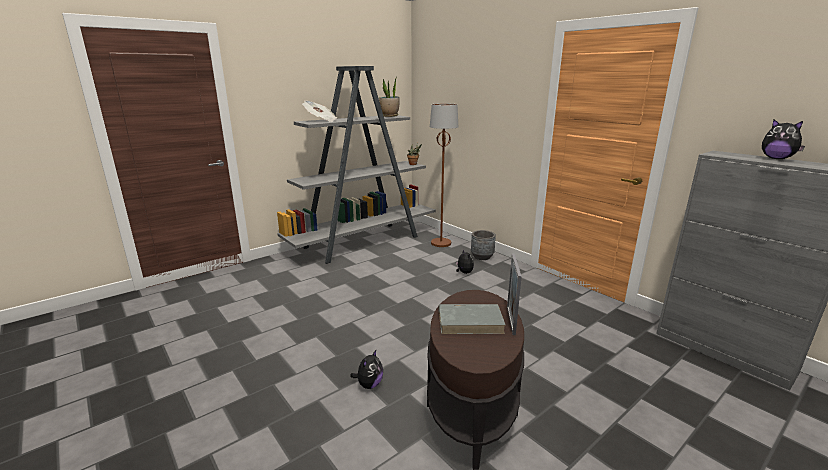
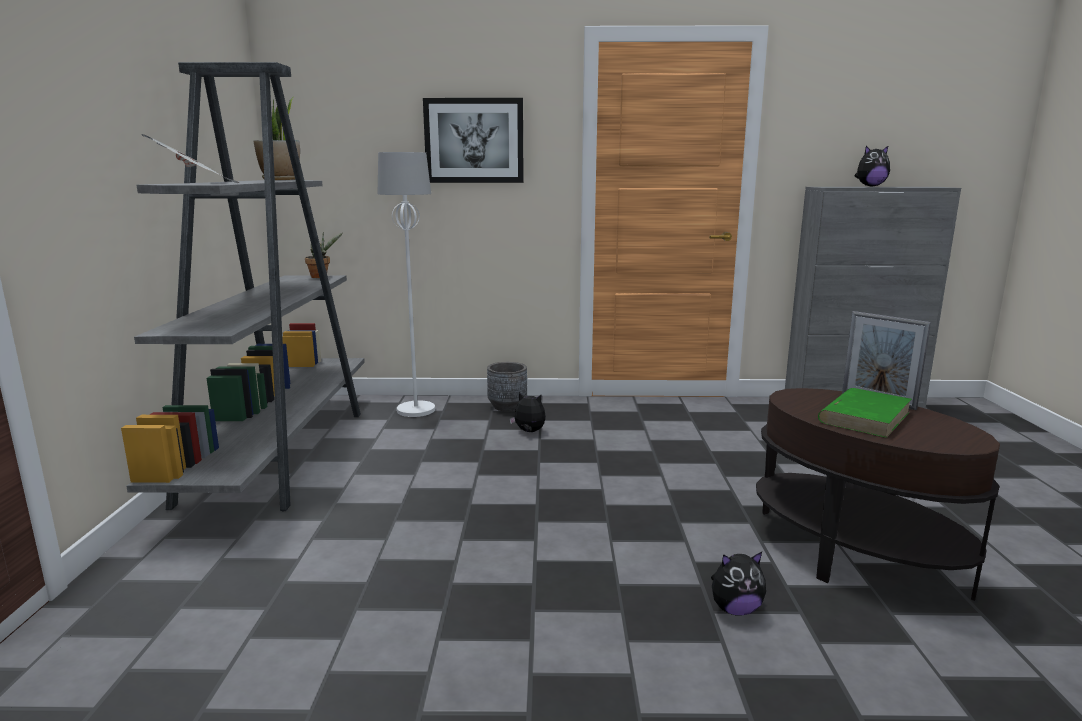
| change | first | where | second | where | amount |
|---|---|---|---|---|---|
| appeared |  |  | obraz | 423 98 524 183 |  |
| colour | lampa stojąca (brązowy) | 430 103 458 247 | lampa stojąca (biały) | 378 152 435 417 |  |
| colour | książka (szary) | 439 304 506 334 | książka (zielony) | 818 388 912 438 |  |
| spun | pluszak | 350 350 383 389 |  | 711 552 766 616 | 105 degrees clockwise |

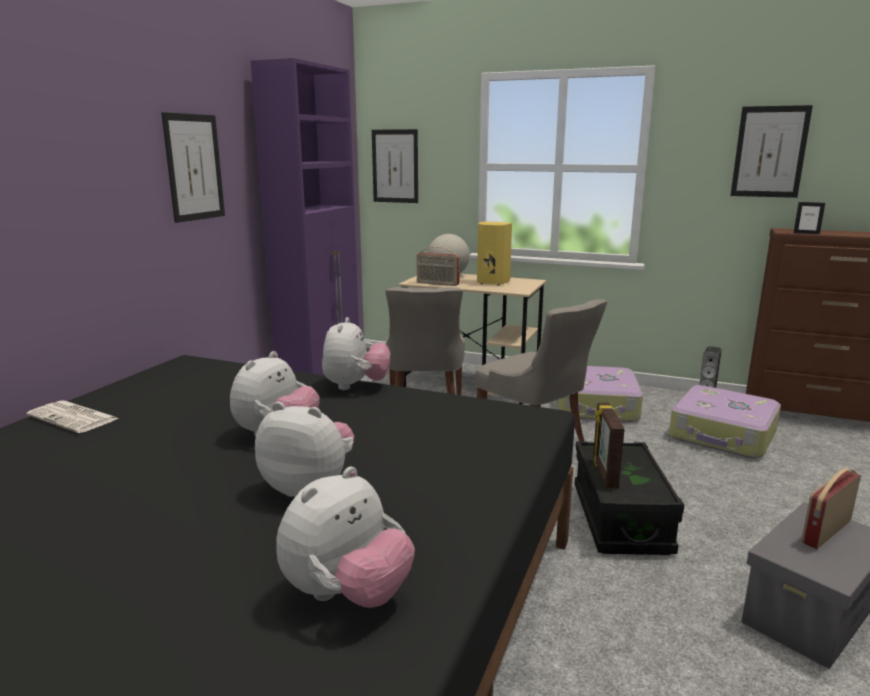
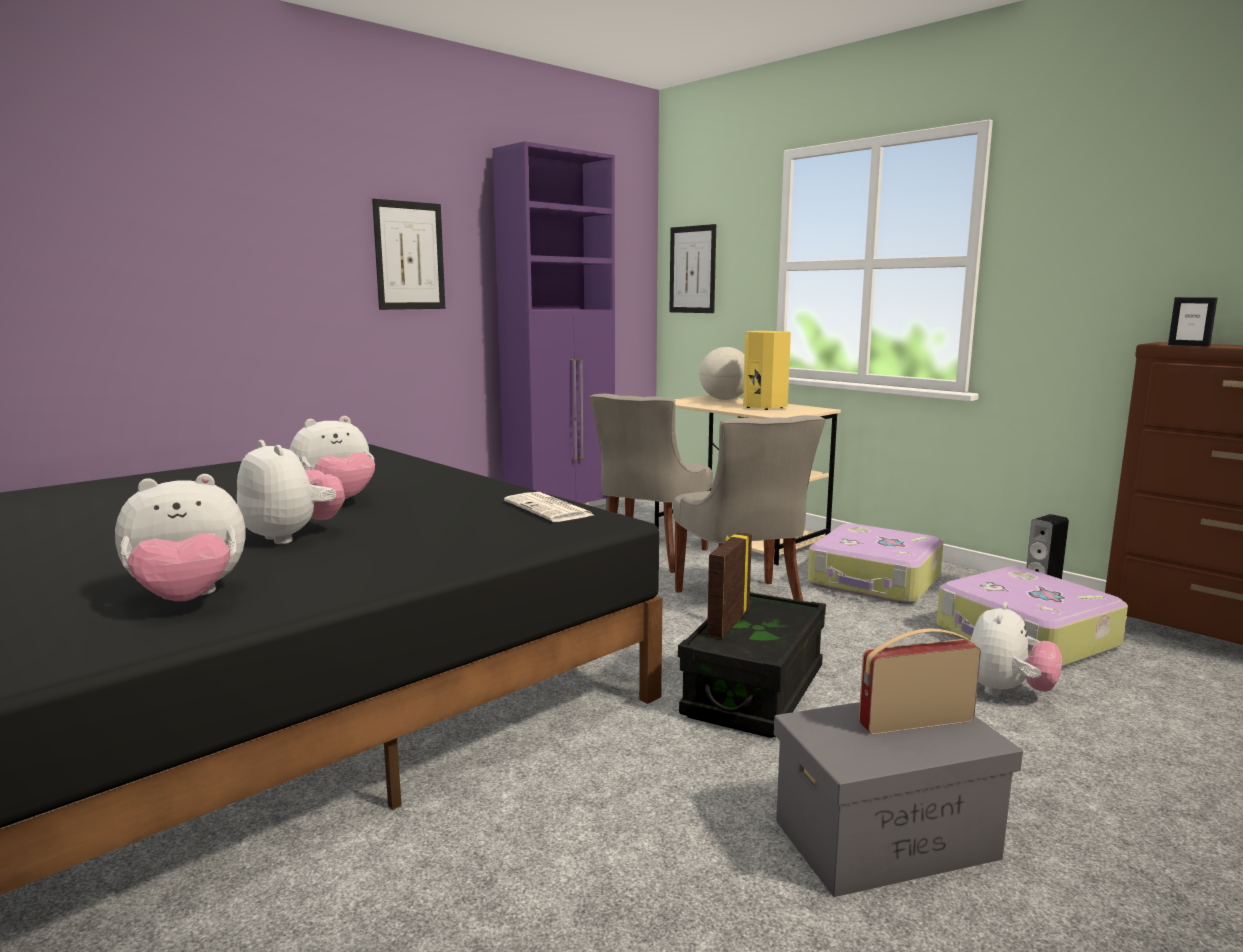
| change | first | where | second | where | amount |
|---|---|---|---|---|---|
| missing | radio | 417 247 460 286 |  |  |  |
| missing | obraz | 730 105 813 198 |  |  |  |
| relocated | gazeta | 26 400 119 433 |  | 504 492 594 522 |  |
| relocated | pluszak | 322 317 390 390 |  | 971 602 1062 696 |  |

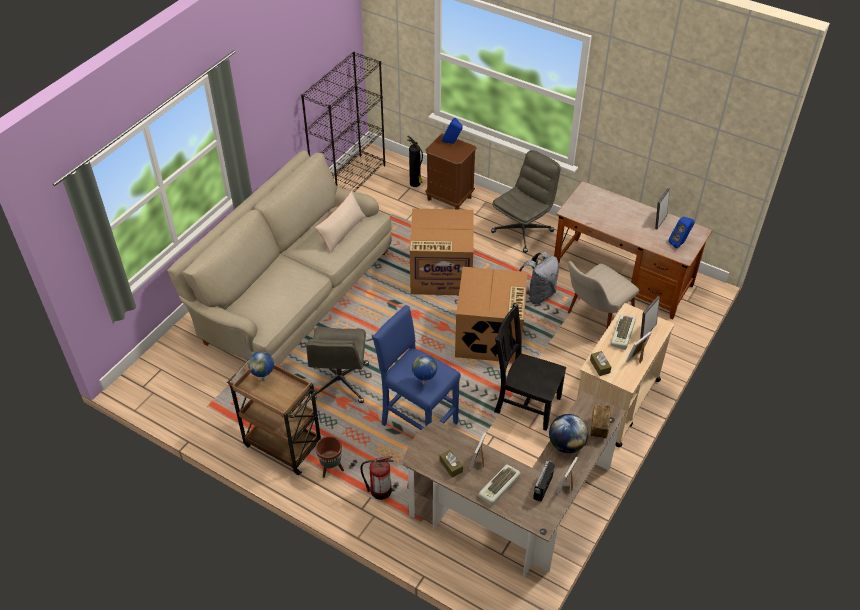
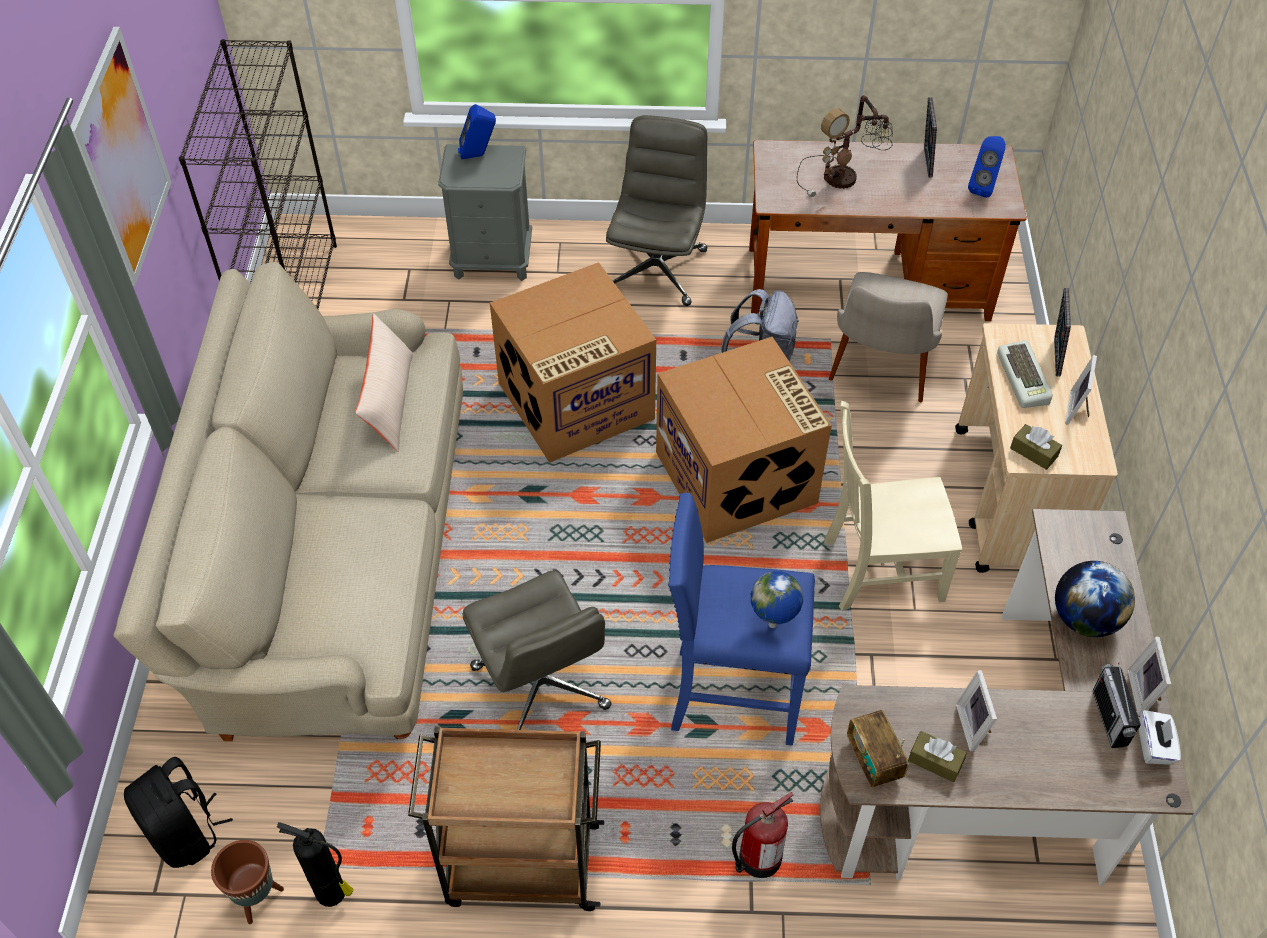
| change | first | where | second | where | amount |
|---|---|---|---|---|---|
| missing | globus | 248 352 274 382 |  |  |  |
| missing | klawiatura | 479 464 521 506 |  |  |  |
| appeared |  |  | obraz | 70 27 172 286 |  |
| appeared |  |  | plecak (czarny) | 124 757 233 868 |  |
| appeared |  |  | lampa stołowa | 797 95 893 197 |  |
| appeared |  |  | pudełko chusteczek (biały) | 1139 710 1181 765 |  |
| relocated | donica (brązowy) | 316 436 344 478 |  | 211 840 284 924 |  |
| relocated | gaśnica | 407 136 423 187 |  | 277 822 353 907 |  |
| relocated | radio | 590 404 611 439 |  | 847 710 908 787 |  |
| colour | szafka nocna (brązowy) | 425 134 477 209 | szafka nocna (szary) | 438 144 532 281 |  |
| colour | krzesło (czarny) | 494 303 566 431 | krzesło (beżowy) | 824 401 962 611 |  |

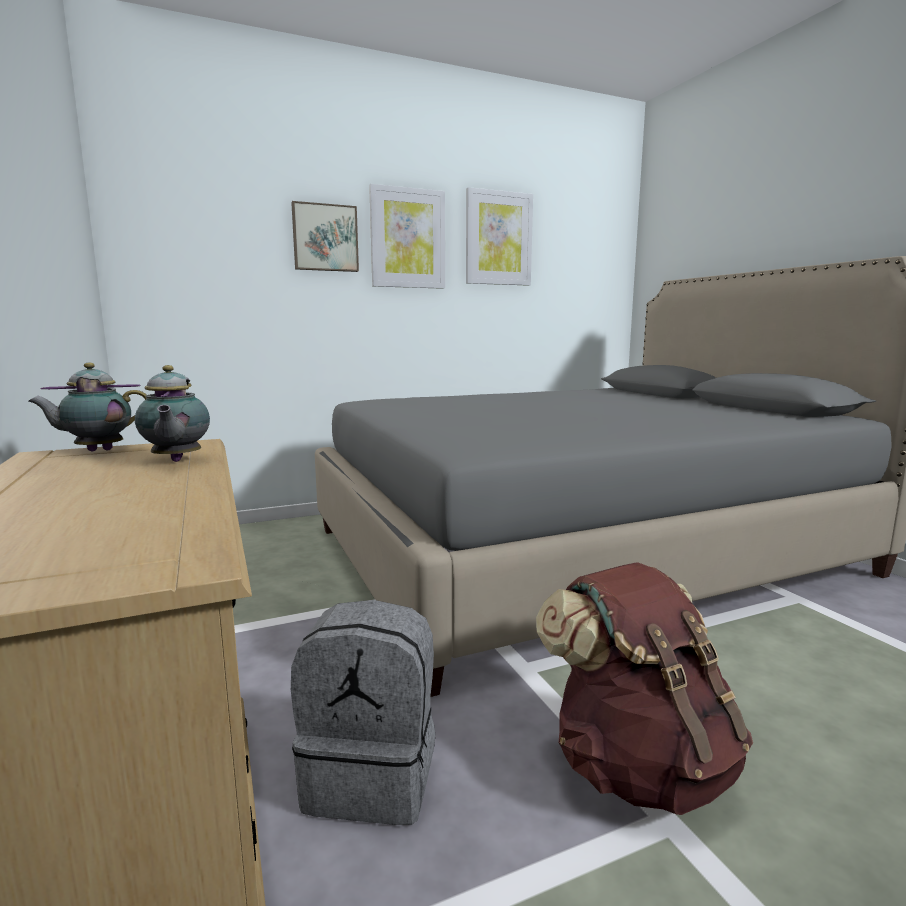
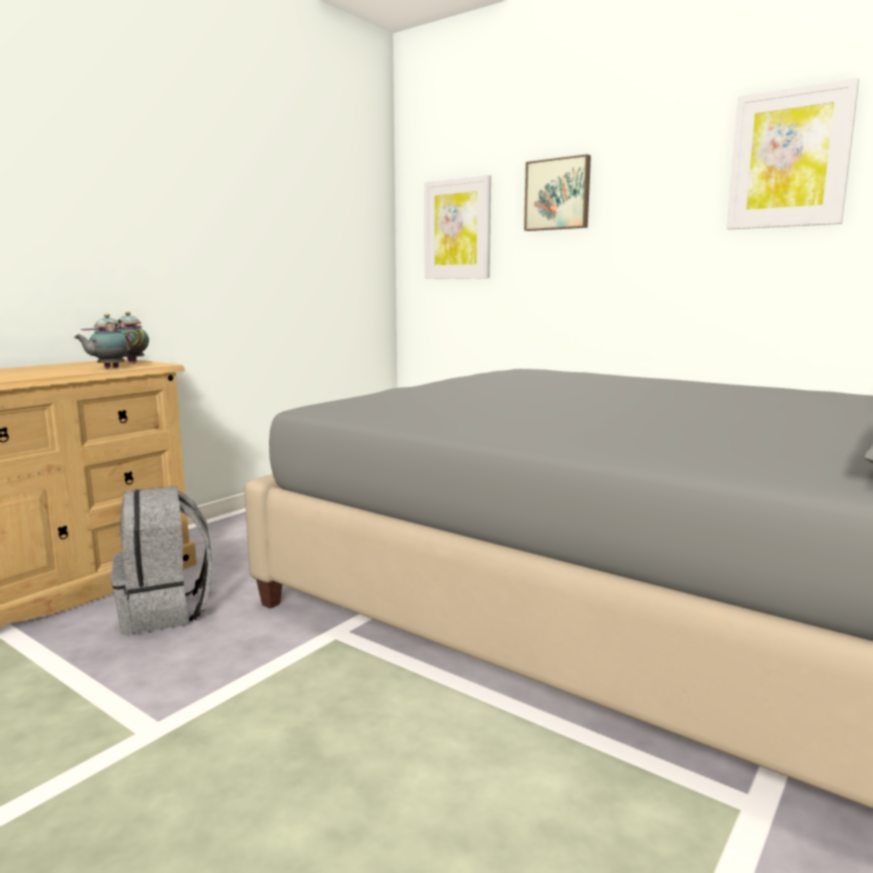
| change | first | where | second | where | amount |
|---|---|---|---|---|---|
| missing | plecak (brązowy) | 536 562 753 815 |  |  |  |
| relocated | obraz | 369 184 445 289 |  | 424 175 491 279 |  |

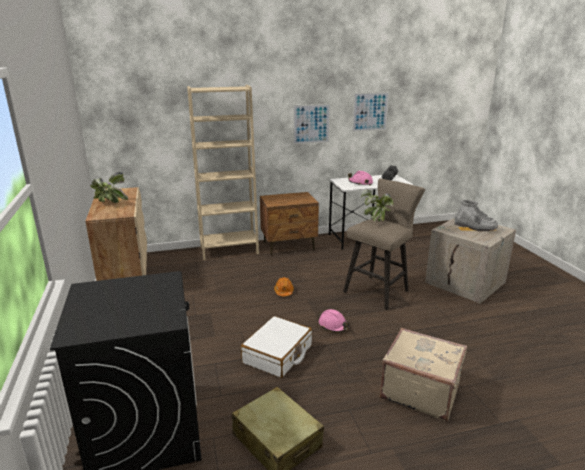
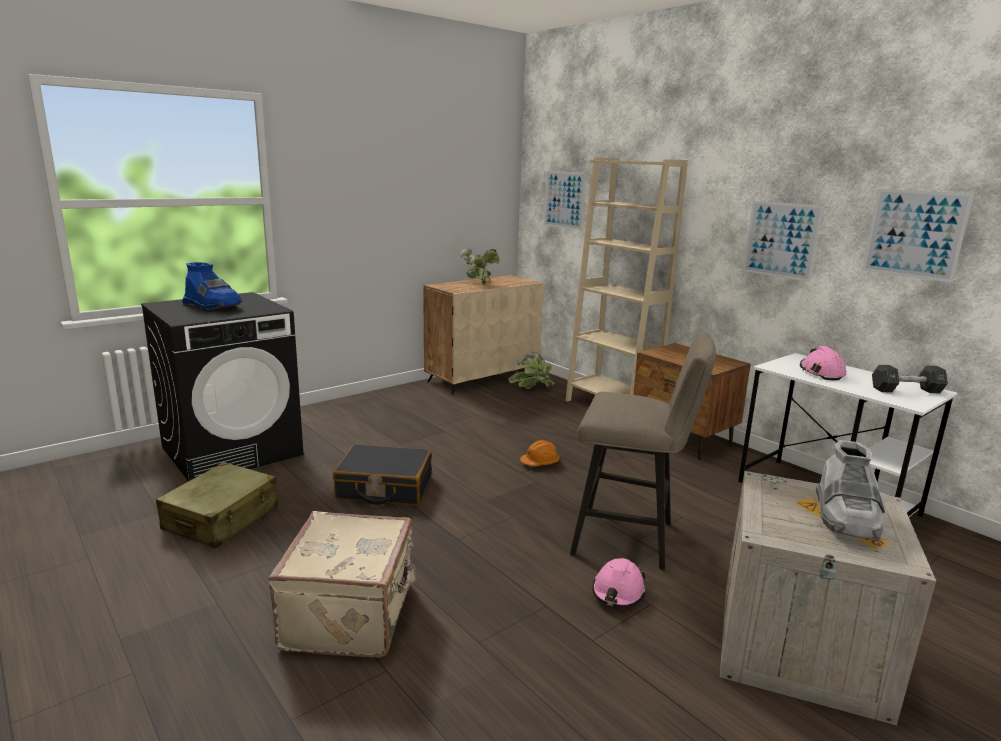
| change | first | where | second | where | amount |
|---|---|---|---|---|---|
| appeared |  |  | but z cholewką (niebieski) | 182 262 242 310 |  |
| appeared |  |  | obraz | 544 171 586 230 |  |
| relocated | kask (różowy) | 319 309 349 332 |  | 592 558 646 608 |  |
| relocated | roślina doniczkowa | 361 190 393 222 |  | 508 352 555 389 |  |
| colour | walizka (biały) | 241 316 312 378 | walizka (czarny) | 333 444 432 505 |  |

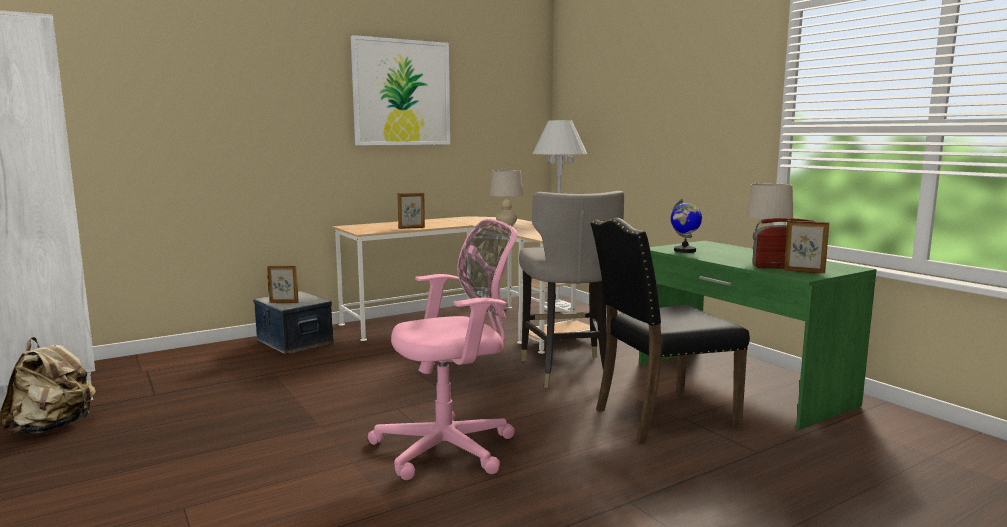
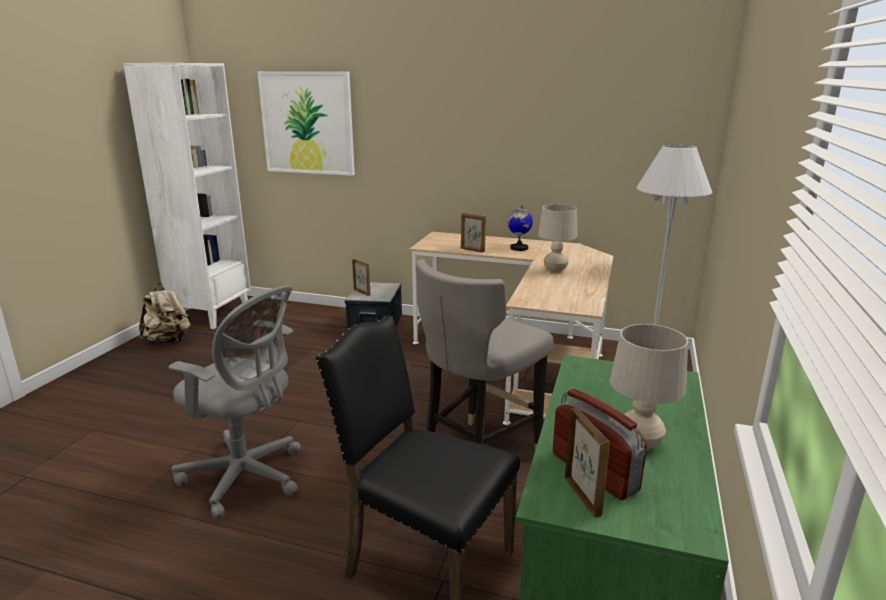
| change | first | where | second | where | amount |
|---|---|---|---|---|---|
| relocated | obraz | 351 35 450 145 |  | 257 71 355 176 |  |
| relocated | globus | 671 199 702 253 |  | 507 205 533 251 |  |
| colour | krzesło biurowe (różowy) | 368 219 518 480 | krzesło biurowe (szary) | 168 286 301 520 |  |

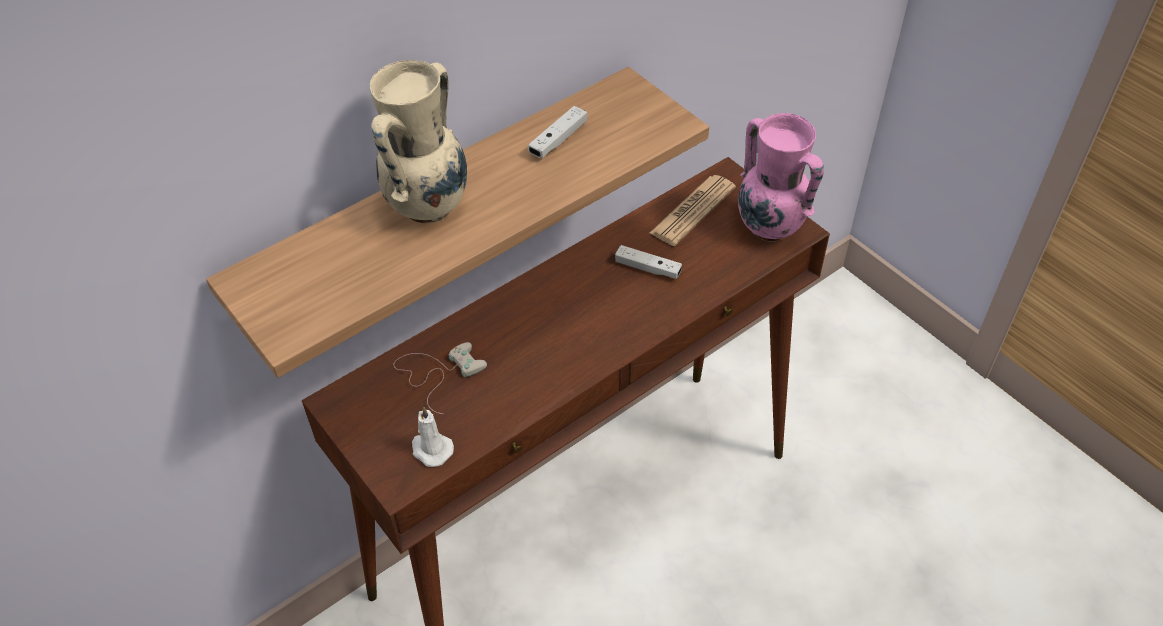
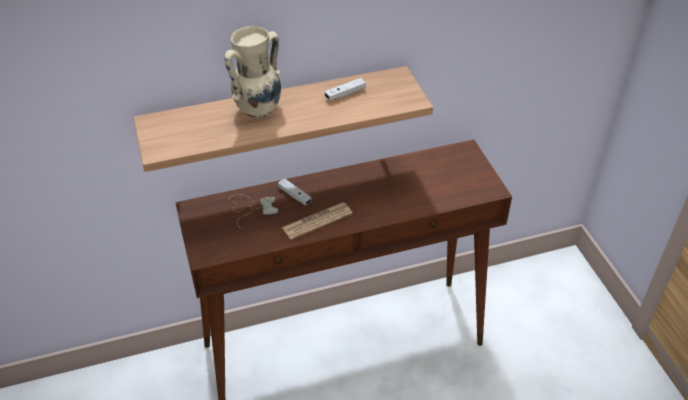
| change | first | where | second | where | amount |
|---|---|---|---|---|---|
| missing | świeca (biały) | 412 406 454 467 |  |  |  |
| missing | wazon (różowy) | 738 113 824 242 |  |  |  |
| relocated | pad do gier (biały) | 615 245 682 279 |  | 278 178 312 205 |  |
| relocated | gazeta | 650 175 736 246 |  | 282 202 353 240 |  |

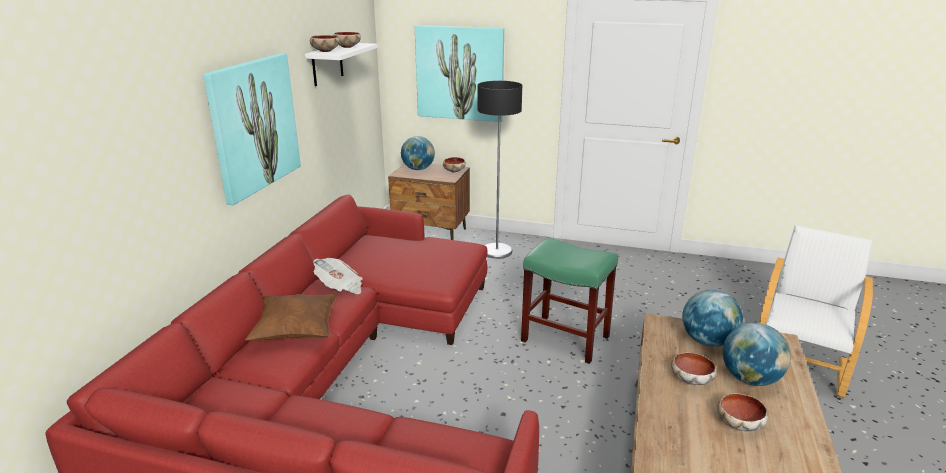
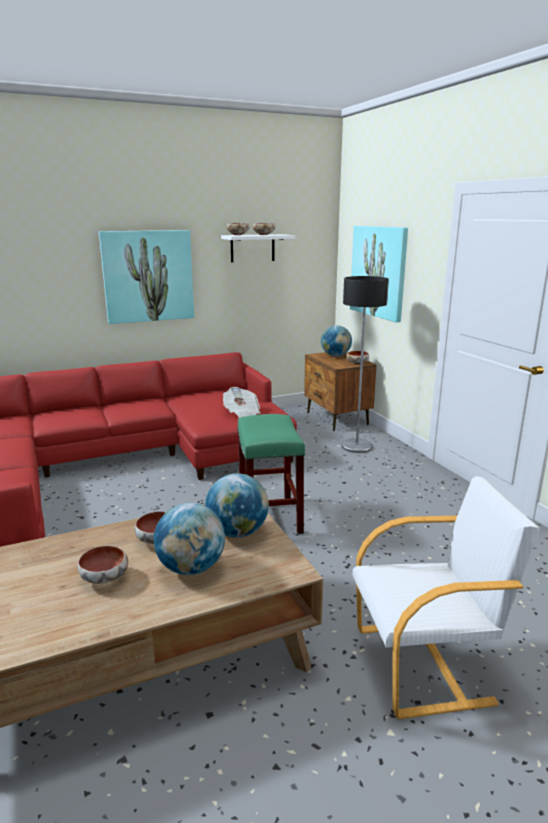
| change | first | where | second | where | amount |
|---|---|---|---|---|---|
| missing | poduszka (brązowy) | 245 294 338 341 |  |  |  |
| relocated | gazeta | 313 258 363 294 |  | 223 387 261 418 |  |

